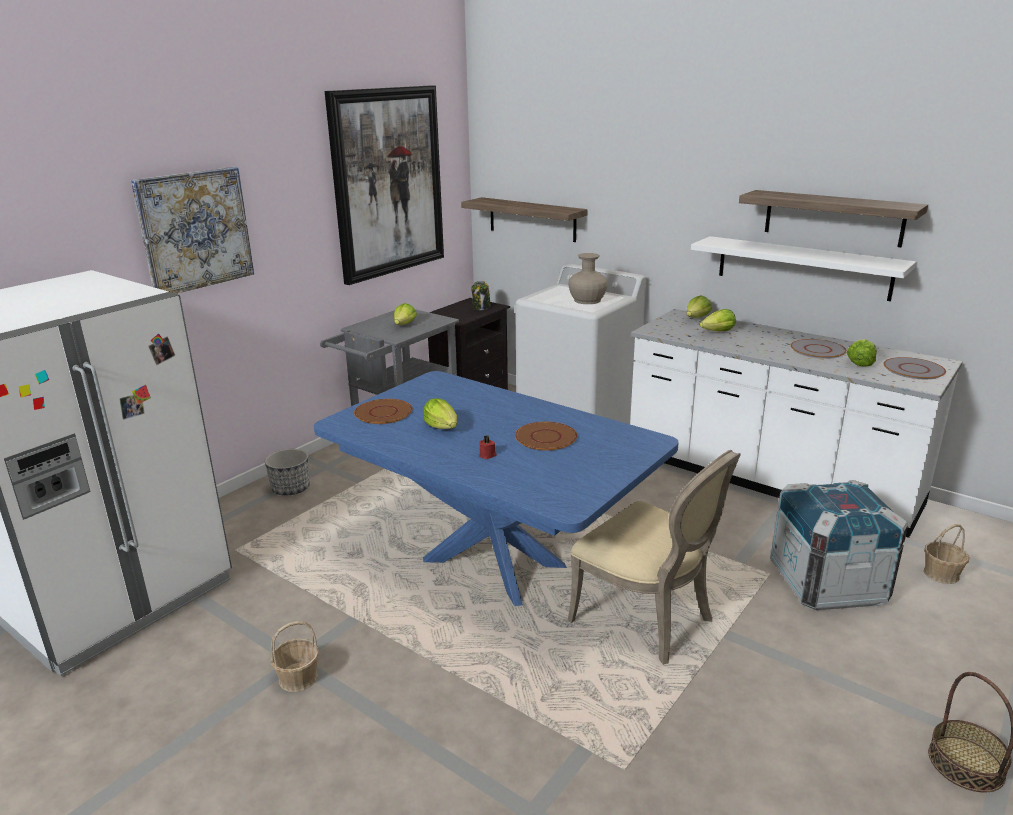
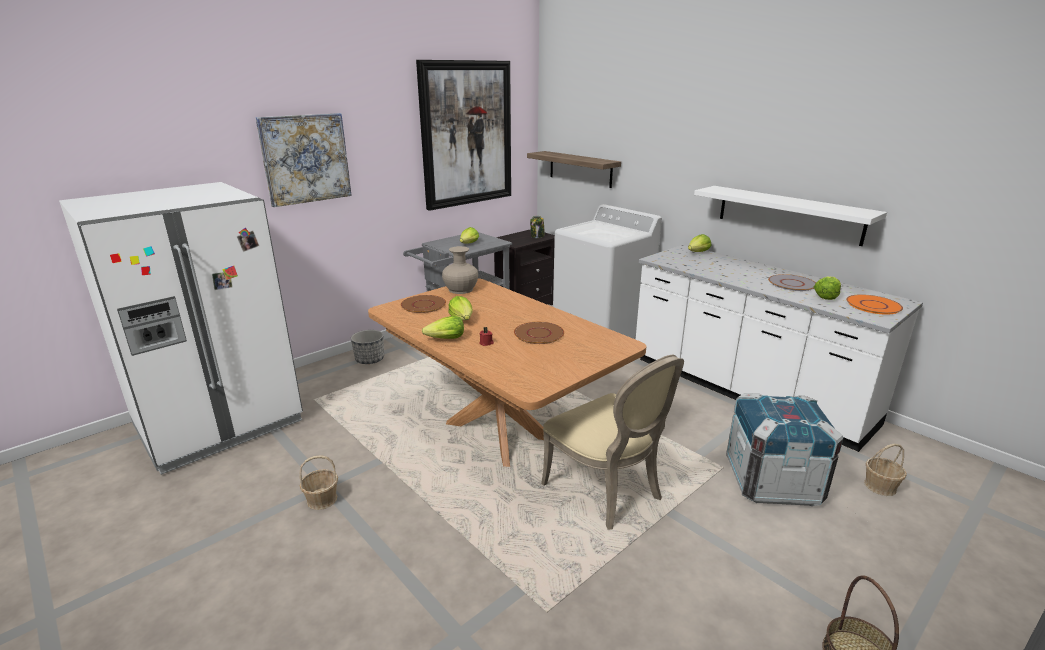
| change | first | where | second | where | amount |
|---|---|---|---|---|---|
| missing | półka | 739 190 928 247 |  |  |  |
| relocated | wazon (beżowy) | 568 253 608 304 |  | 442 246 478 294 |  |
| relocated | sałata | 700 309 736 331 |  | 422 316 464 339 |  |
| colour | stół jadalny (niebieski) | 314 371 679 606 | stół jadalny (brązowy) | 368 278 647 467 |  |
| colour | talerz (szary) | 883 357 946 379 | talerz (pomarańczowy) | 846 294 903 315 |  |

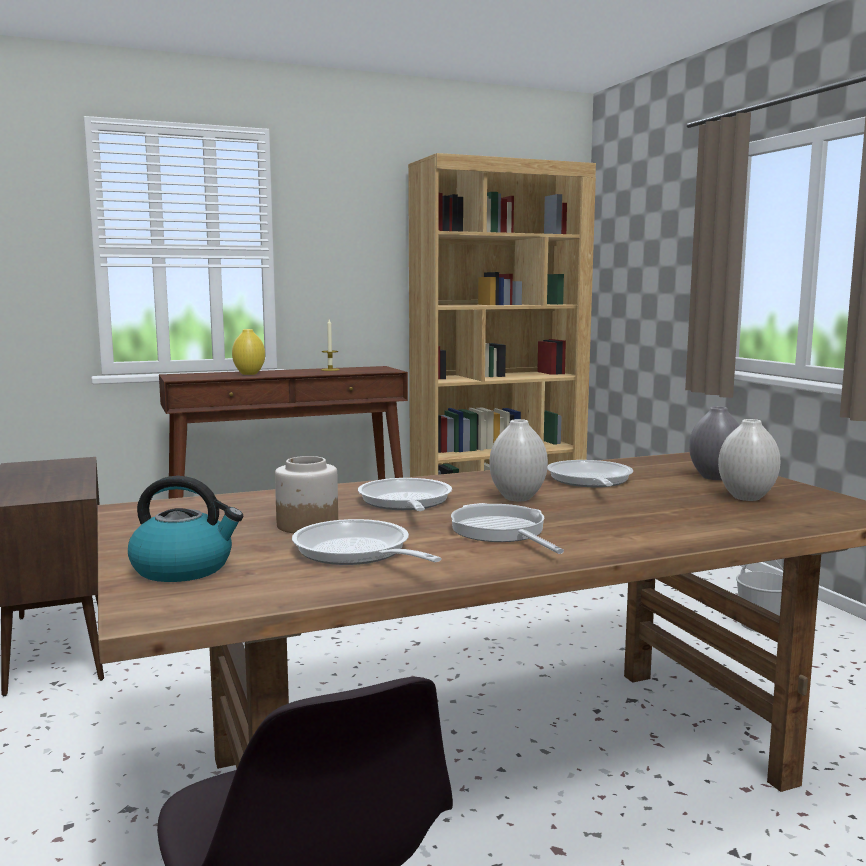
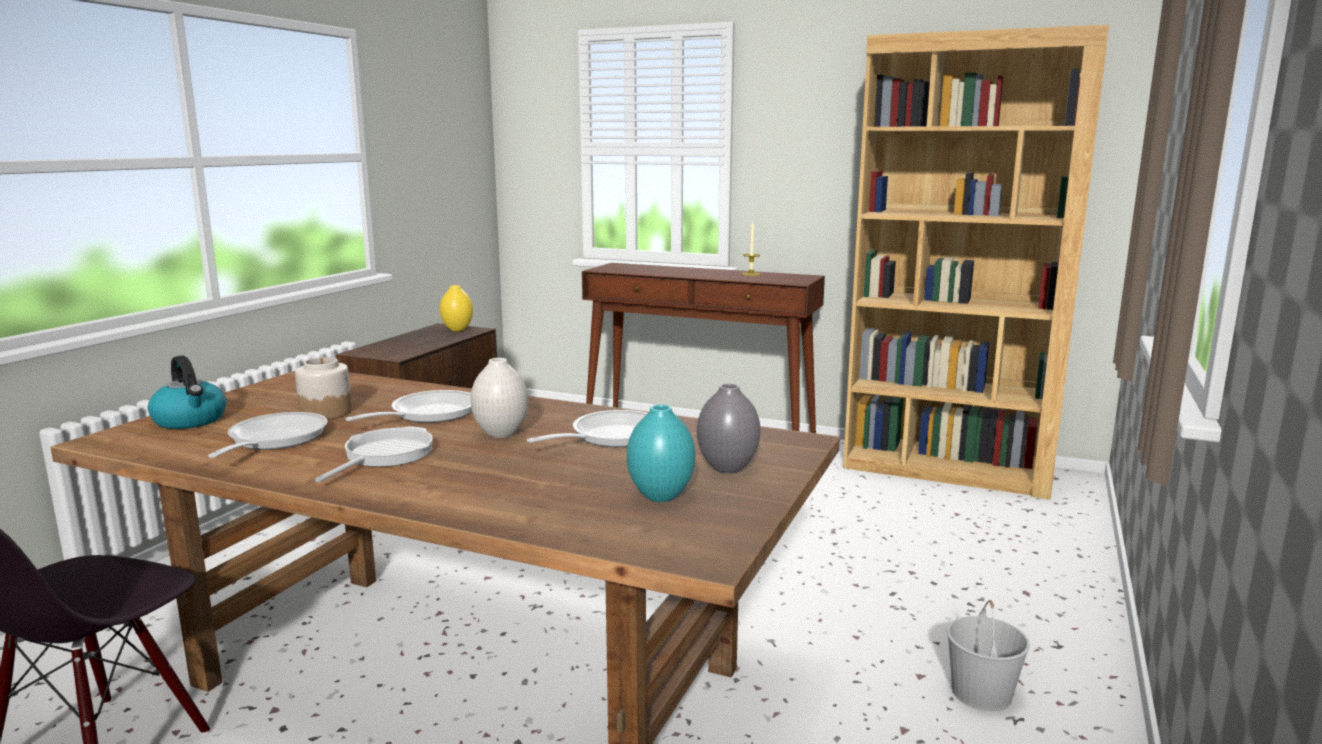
| change | first | where | second | where | amount |
|---|---|---|---|---|---|
| relocated | wazon (żółty) | 232 329 265 375 |  | 440 285 473 331 |  |
| colour | wazon (biały) | 718 419 780 501 | wazon (turkusowy) | 627 405 695 502 |  |

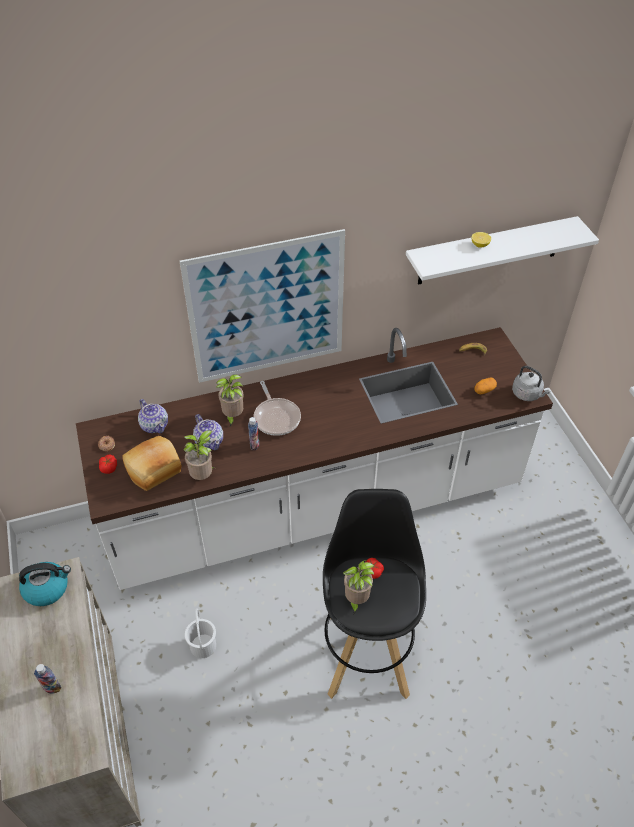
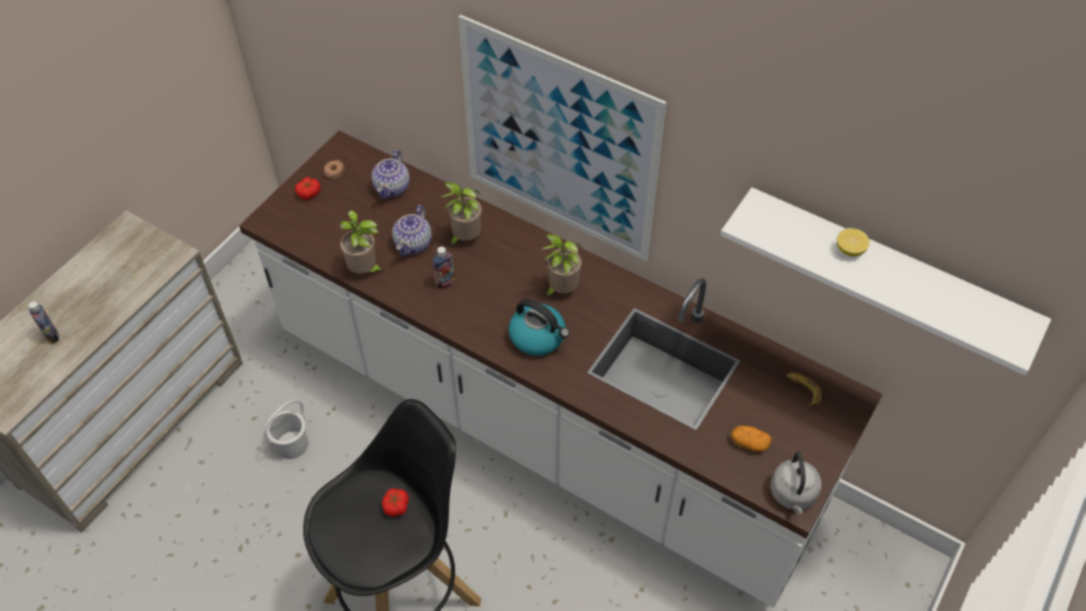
| change | first | where | second | where | amount |
|---|---|---|---|---|---|
| missing | chleb | 122 436 182 491 |  |  |  |
| missing | patelnia | 253 381 301 436 |  |  |  |
| relocated | czajnik | 19 562 71 606 |  | 509 299 570 356 |  |
| relocated | roślina doniczkowa | 343 560 374 615 |  | 542 234 582 297 |  |

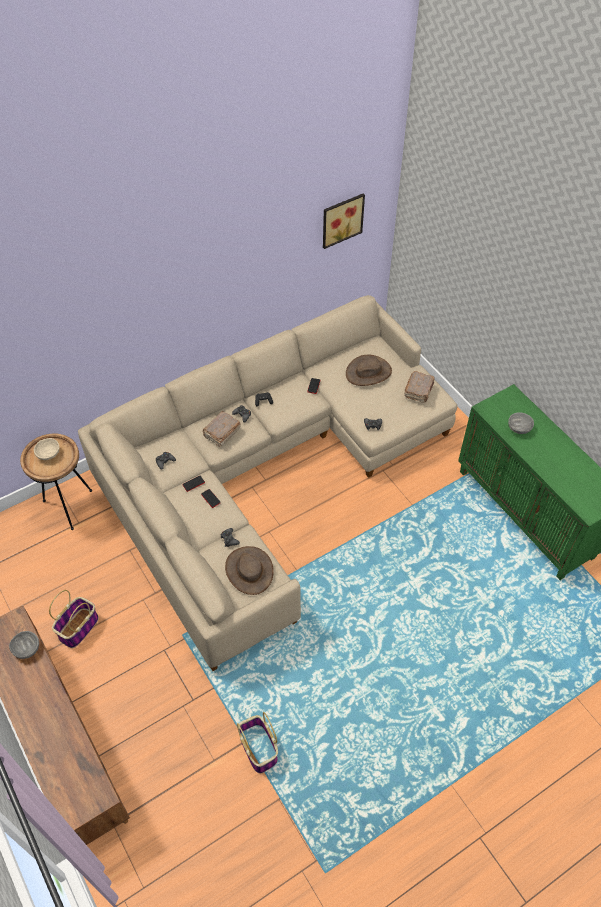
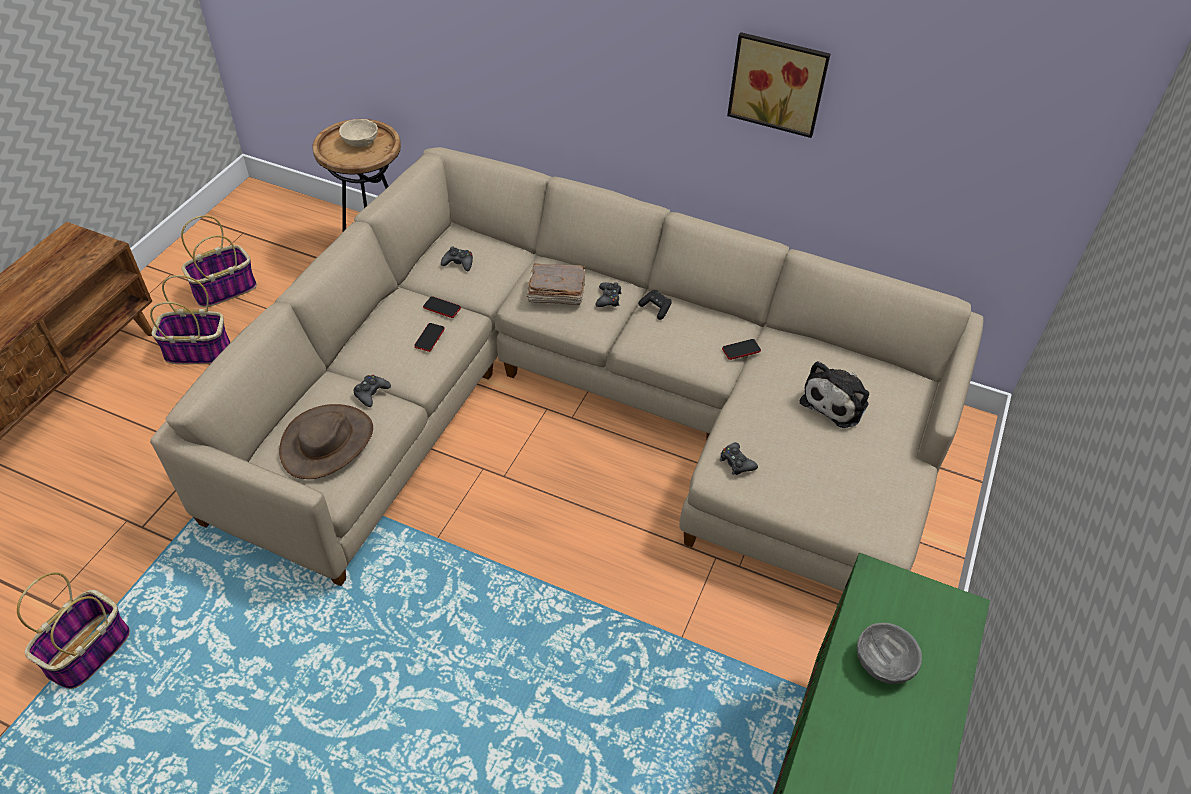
| change | first | where | second | where | amount |
|---|---|---|---|---|---|
| missing | miska (szary) | 9 631 39 659 |  |  |  |
| missing | książka (brązowy) | 404 371 435 403 |  |  |  |
| appeared |  |  | koszyk | 181 215 257 308 |  |
| relocated | obraz | 323 194 365 249 |  | 727 32 830 138 |  |
| exchanged | kapelusz (brązowy) | 346 355 392 386 | pluszak | 800 361 869 428 |  |

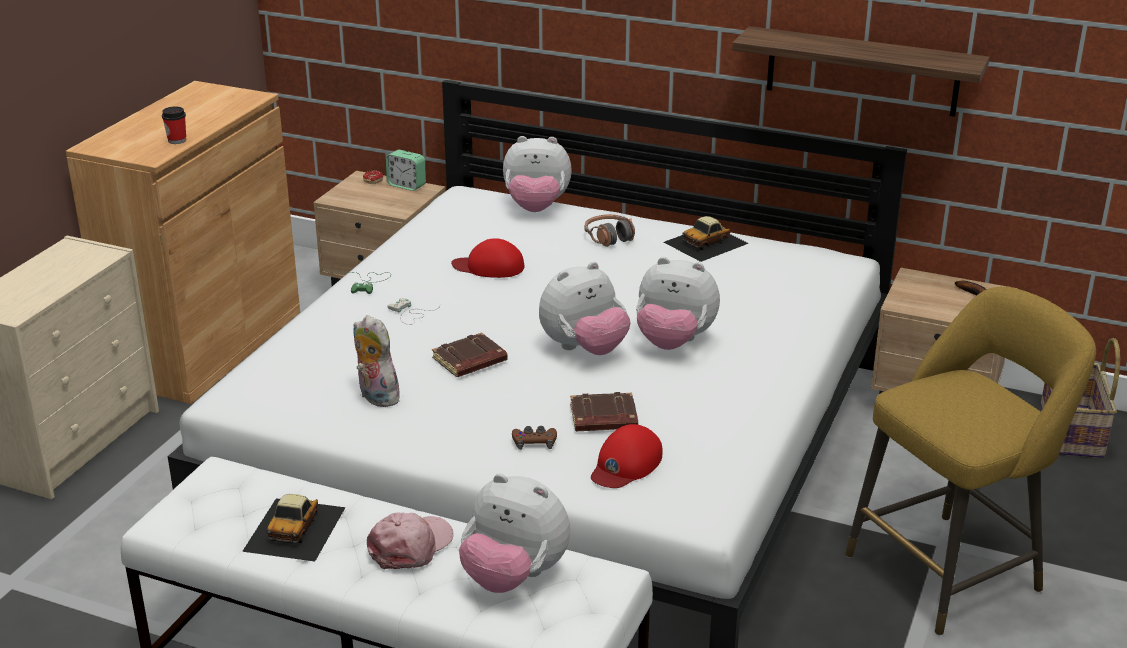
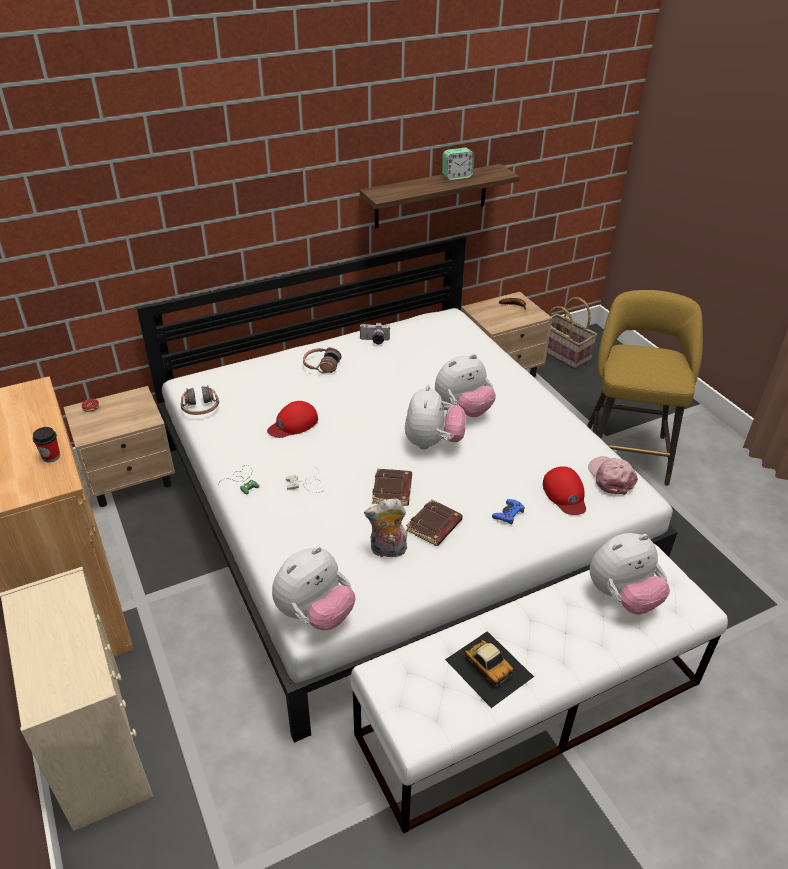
| change | first | where | second | where | amount |
|---|---|---|---|---|---|
| appeared |  |  | słuchawki | 180 385 219 415 |  |
| relocated | czapka z daszkiem (różowy) | 367 513 454 569 |  | 588 456 638 495 |  |
| relocated | budzik | 386 150 426 191 |  | 442 148 474 180 |  |
| relocated | pluszak | 503 136 572 212 |  | 272 546 356 630 |  |
| relocated | książka (brązowy) | 570 392 638 431 |  | 406 499 463 546 |  |
| exchanged | samochodzik | 664 216 749 262 | aparat fotograficzny | 360 323 391 344 |  |
| colour | pad do gier (brązowy) | 512 426 557 450 | pad do gier (niebieski) | 492 499 525 524 |  |

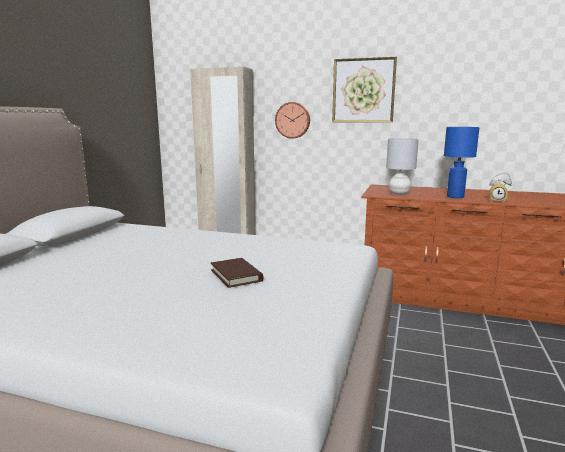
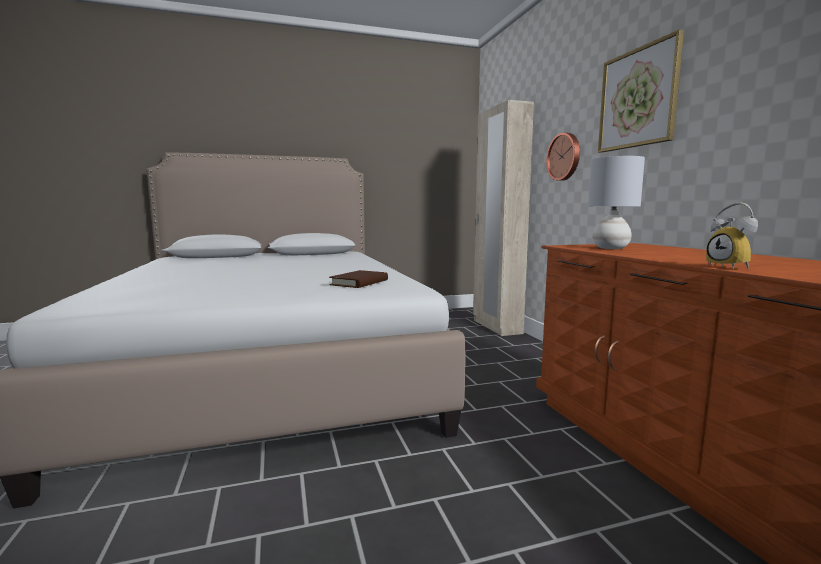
| change | first | where | second | where | amount |
|---|---|---|---|---|---|
| missing | lampa stołowa (niebieski) | 444 127 480 198 |  |  |  |
| relocated | książka (brązowy) | 211 258 264 288 |  | 329 270 388 288 |  |

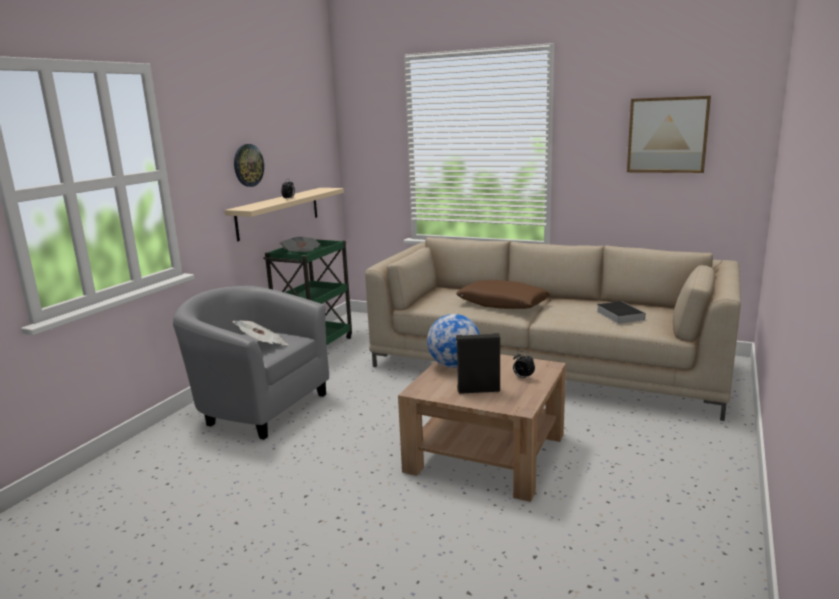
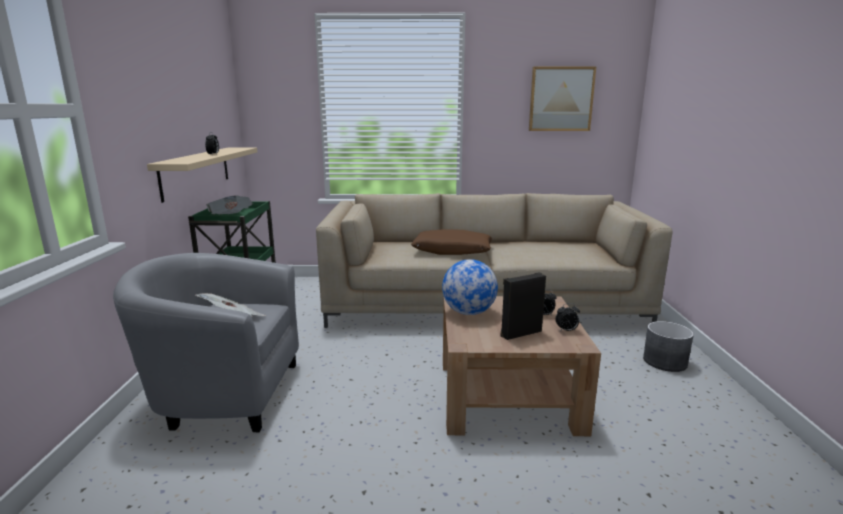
| change | first | where | second | where | amount |
|---|---|---|---|---|---|
| missing | zegar ścienny | 234 144 264 187 |  |  |  |
| missing | książka | 596 301 645 324 |  |  |  |
| appeared |  |  | budzik | 555 303 580 331 |  |
| appeared |  |  | donica (szary) | 643 321 694 372 |  |

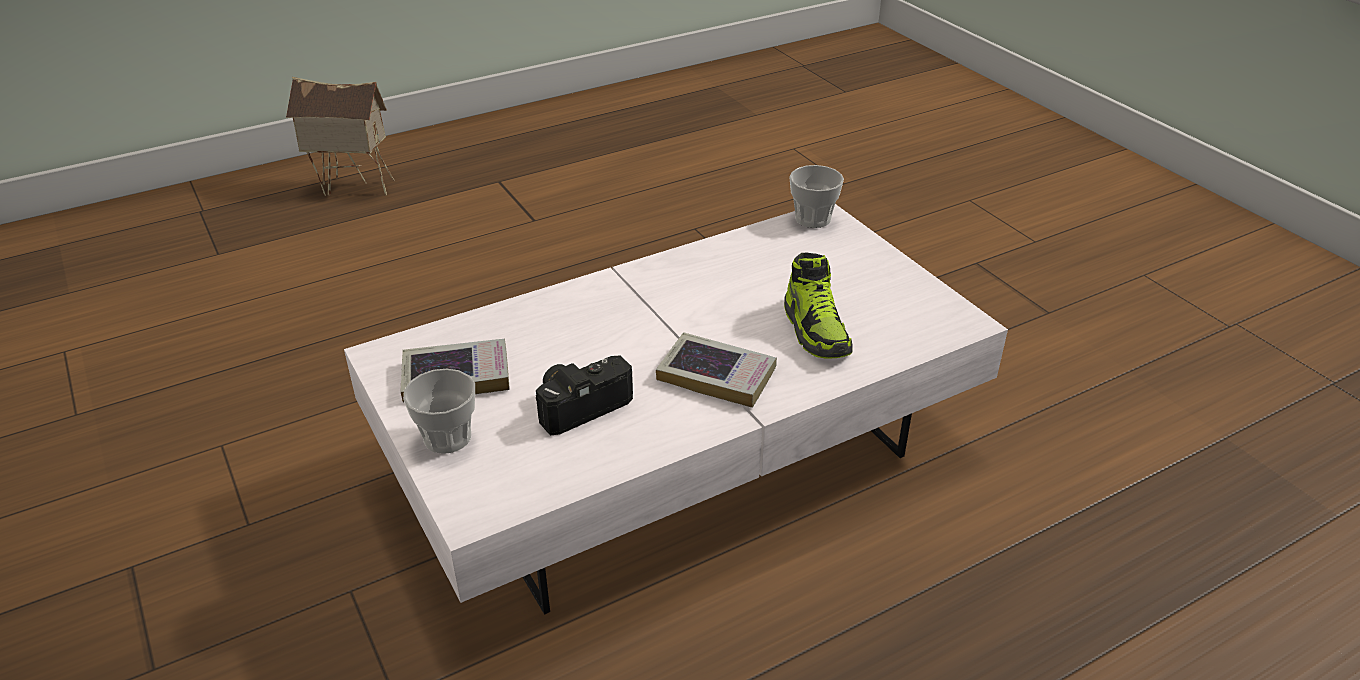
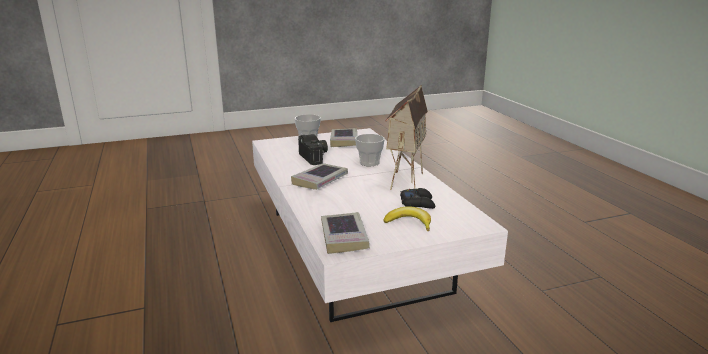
| change | first | where | second | where | amount |
|---|---|---|---|---|---|
| missing | but | 784 253 853 358 |  |  |  |
| appeared |  |  | książka | 321 212 370 254 |  |
| appeared |  |  | banan | 384 207 431 231 |  |
| appeared |  |  | pad do gier (czarny) | 400 188 435 209 |  |
| relocated | domek | 286 77 395 196 |  | 385 85 428 190 |  |
| relocated | filiżanka | 789 165 844 228 |  | 355 134 385 166 |  |

